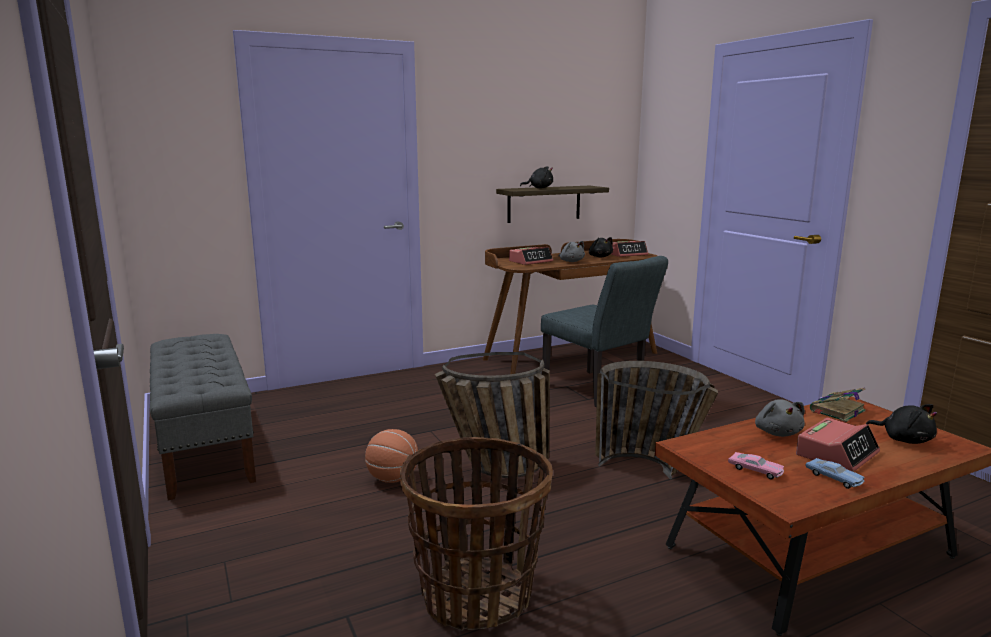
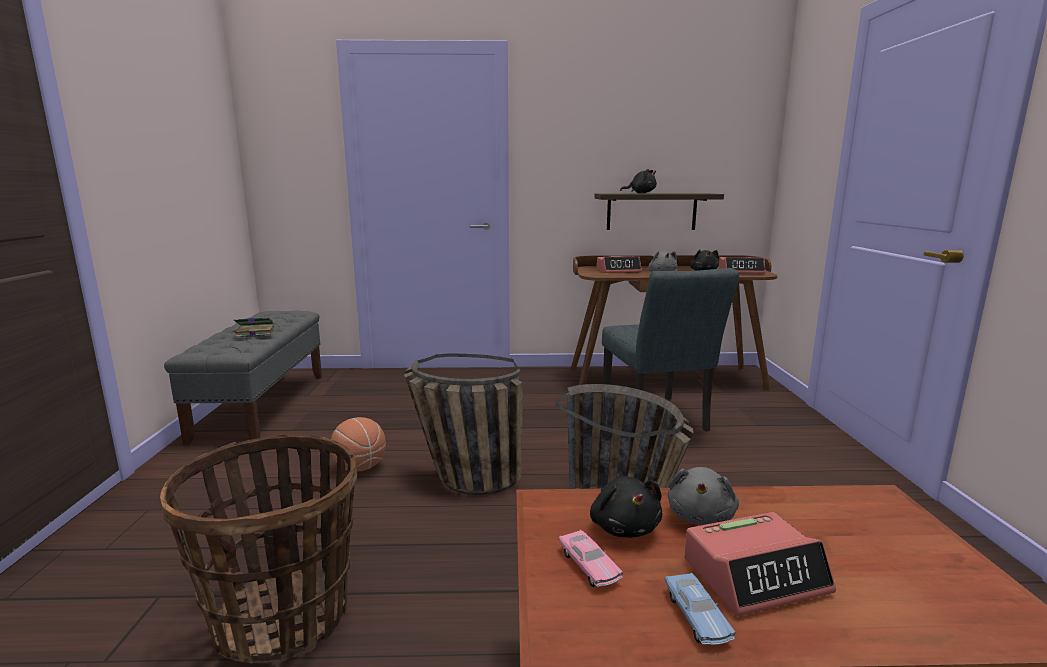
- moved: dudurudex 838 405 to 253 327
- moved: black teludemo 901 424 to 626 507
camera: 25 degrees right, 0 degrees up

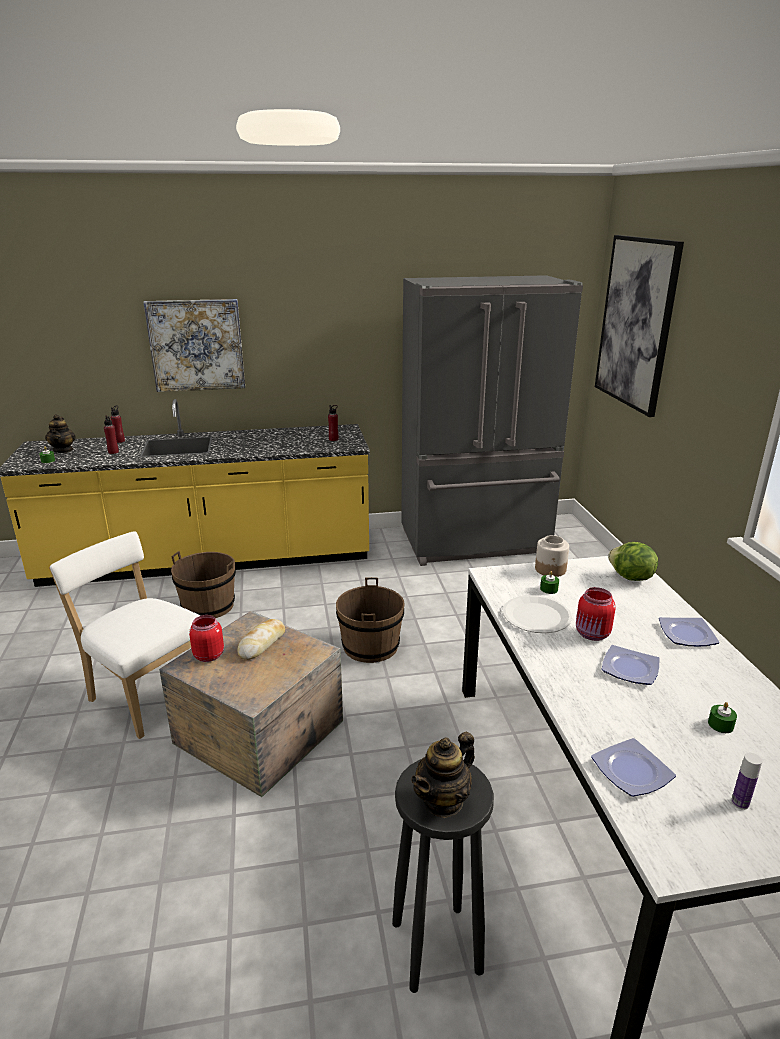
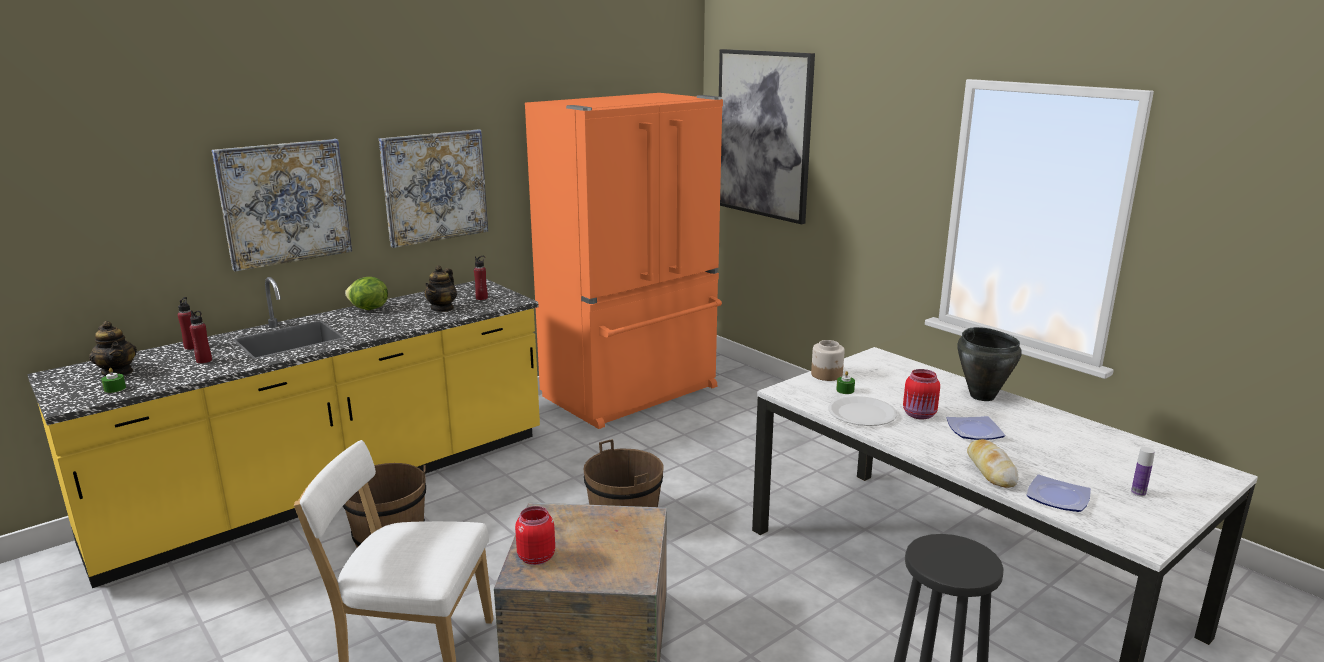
- removed: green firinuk 722 717
- added: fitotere 433 188
- moved: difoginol 261 639 to 992 463
- moved: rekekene 443 775 to 441 288
- moved: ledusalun 633 561 to 366 293
- replaced: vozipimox 689 631 to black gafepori 989 364
- recoloured: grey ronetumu 492 420 to orange ronetumu 624 261
camera: 30 degrees left, 5 degrees down

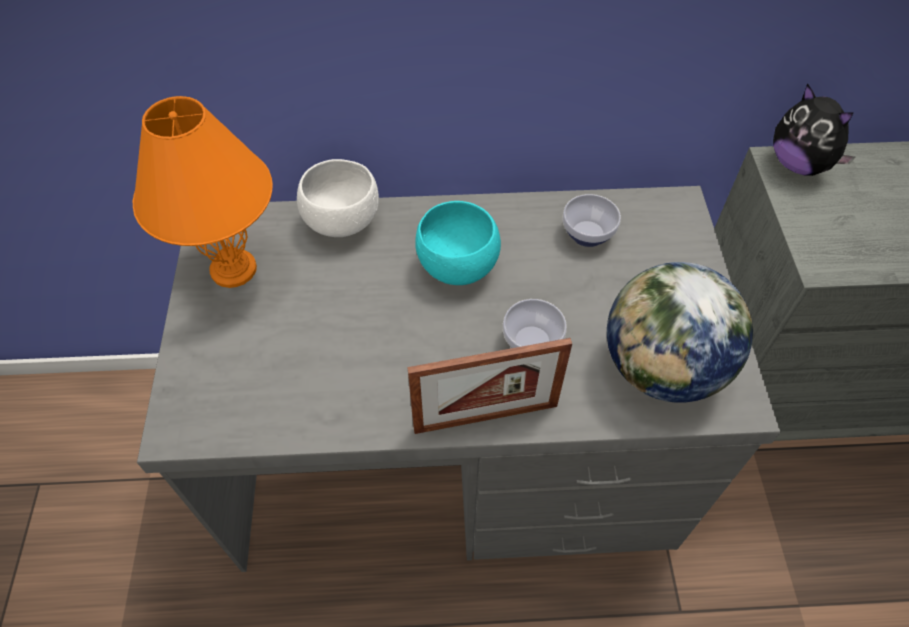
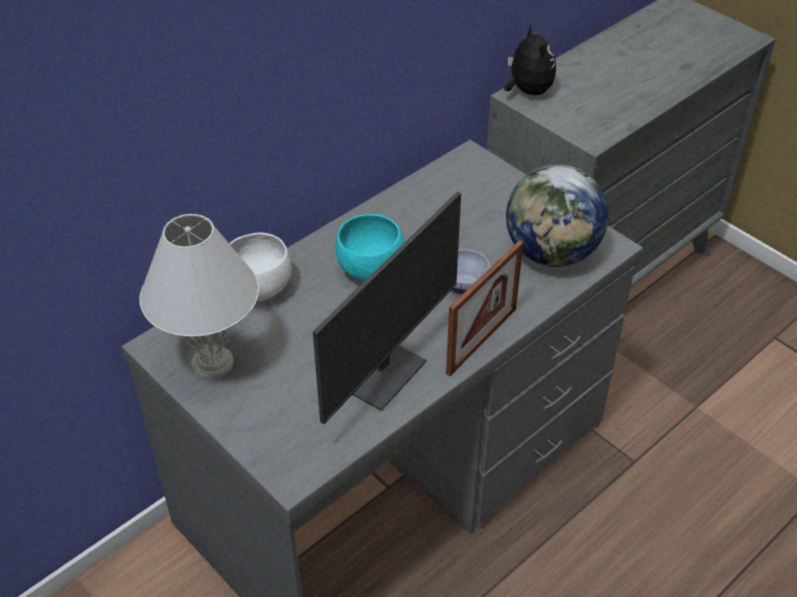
- removed: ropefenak 591 220
- added: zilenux 387 308
- recoloured: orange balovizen 203 192 to white balovizen 199 297
- turned: teludemo 814 129 = 530 59 120 degrees counterclockwise
camera: 40 degrees left, 10 degrees down

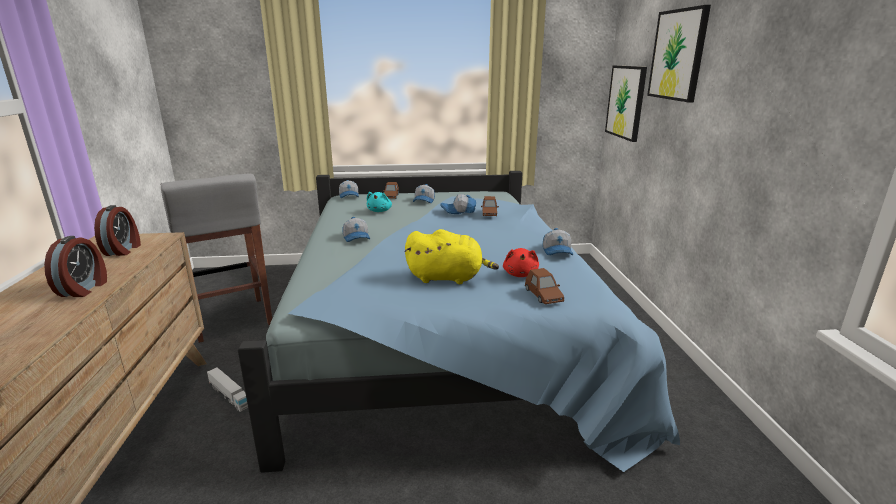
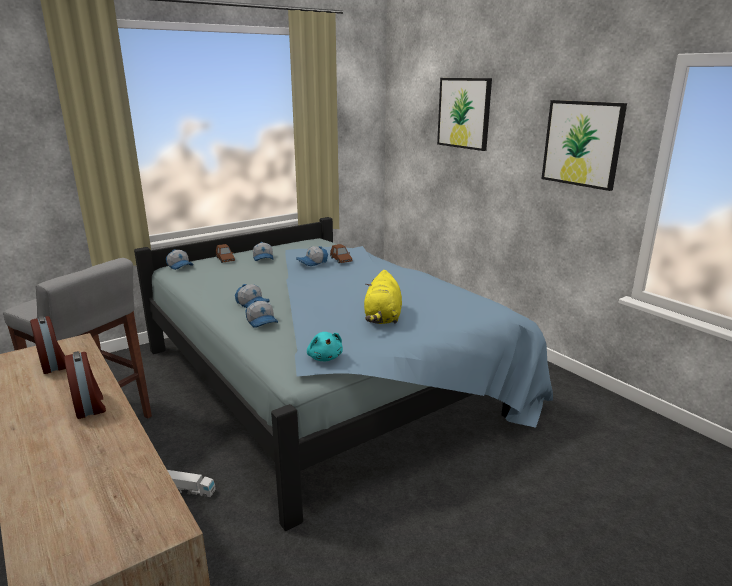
- removed: red teludemo 521 262
- removed: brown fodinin 544 286
- moved: turquoise teludemo 379 202 to 325 346
- moved: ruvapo 558 241 to 261 314
- moved: fitotere 626 103 to 584 145
- turned: yellow teludemo 452 256 = 383 297 120 degrees clockwise
camera: 30 degrees left, 0 degrees up

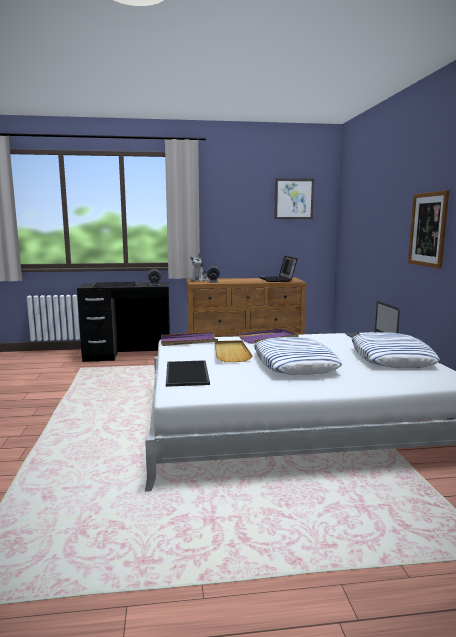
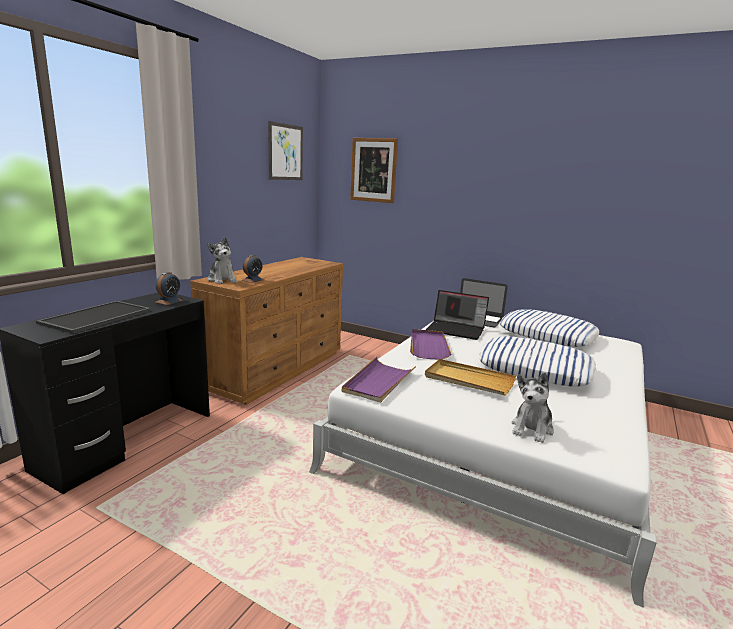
- moved: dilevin 278 269 to 457 315
- moved: fitotere 428 229 to 374 170
- replaced: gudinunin 188 373 to teludemo 533 408
camera: 55 degrees left, 5 degrees up

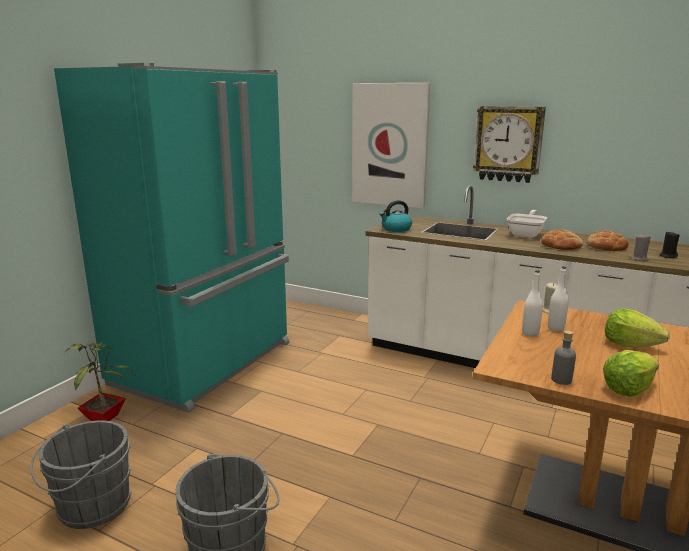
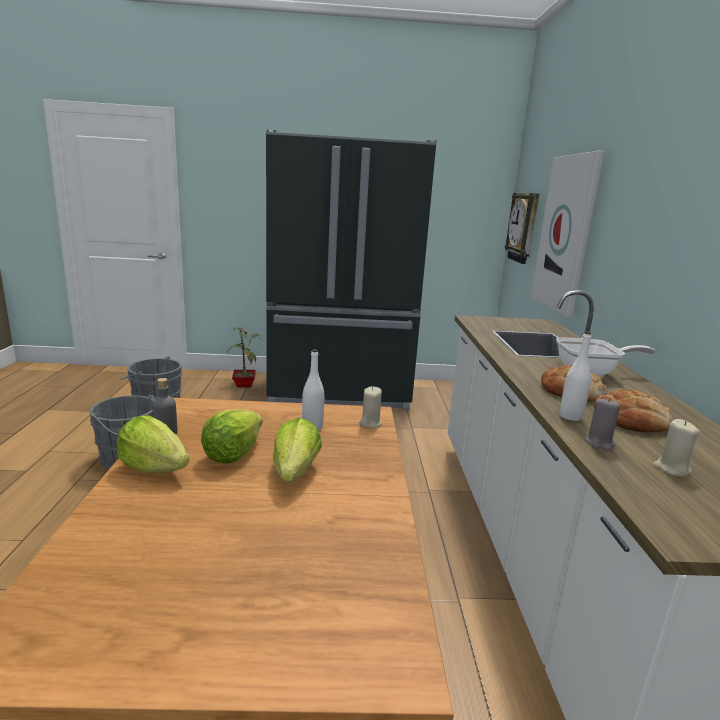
- removed: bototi 396 216
- added: ledusalun 232 436
- moved: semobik 509 144 to 522 228
- moved: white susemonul 532 303 to 576 376
- recoloured: turquoise ronetumu 171 238 to black ronetumu 351 270
- recoloured: black firinuk 670 245 to beige firinuk 676 448
camera: 60 degrees right, 0 degrees up

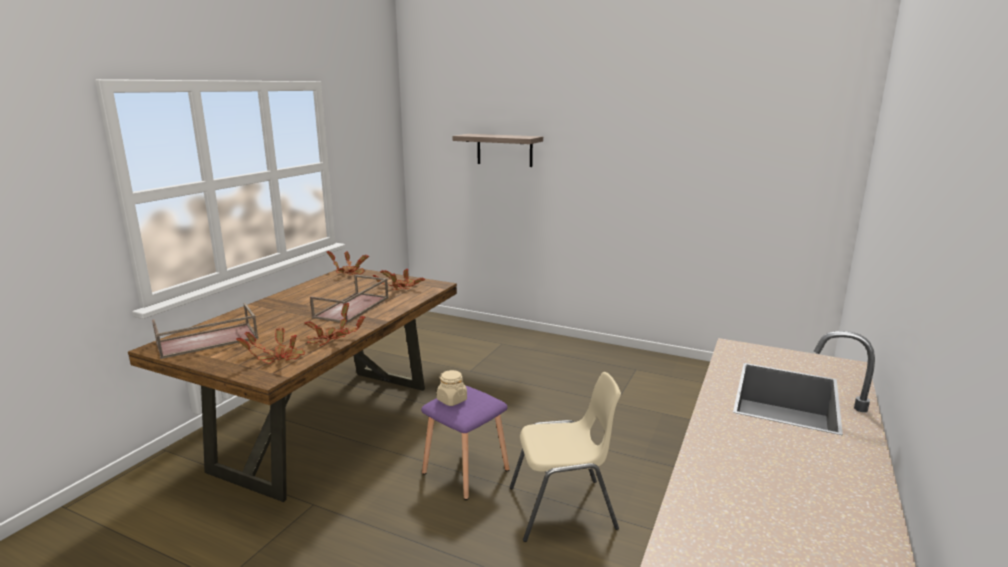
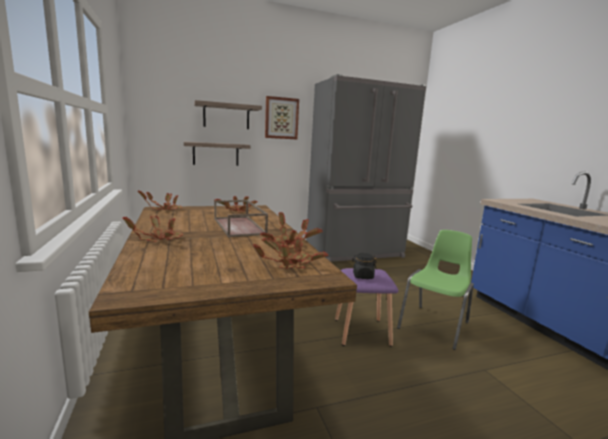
- removed: brown gudinunin 205 331
- added: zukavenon 153 228
- added: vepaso 217 154
- added: fitotere 282 118
- added: grey ronetumu 366 168
- recoloured: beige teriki 452 388 to black teriki 364 266
- recoloured: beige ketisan 565 457 to green ketisan 435 290
camera: 45 degrees left, 5 degrees down

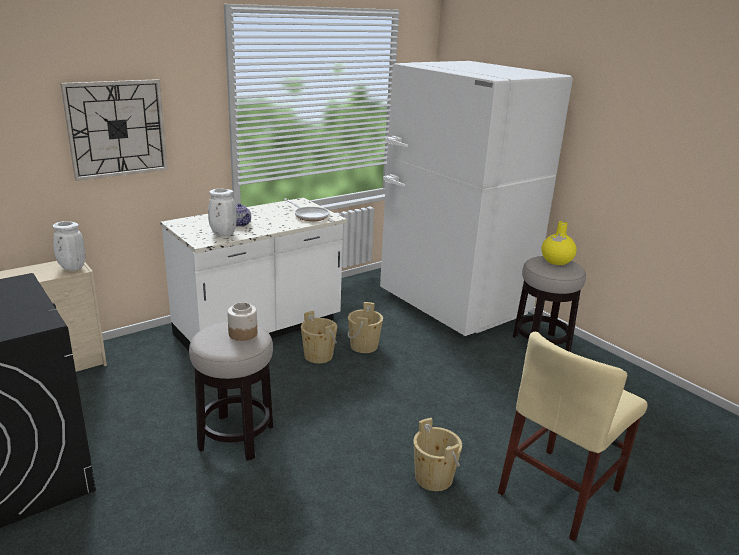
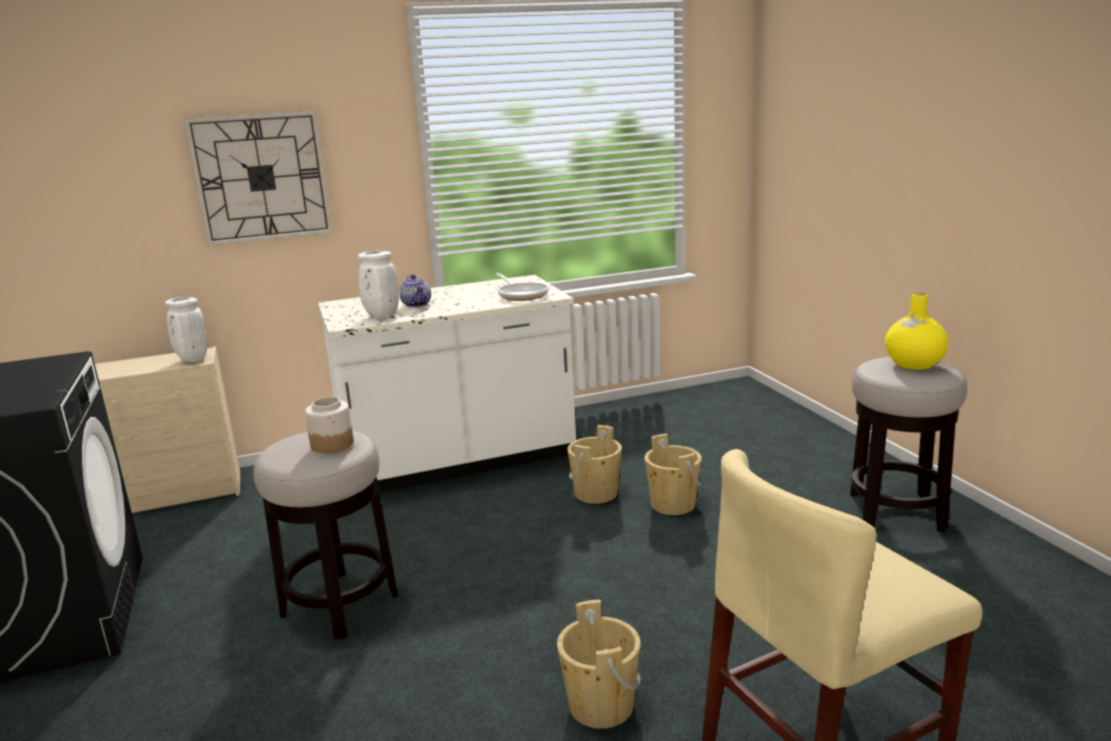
- removed: white ronetumu 476 198
- moved: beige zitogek 319 337 to 673 474
camera: 20 degrees right, 5 degrees down

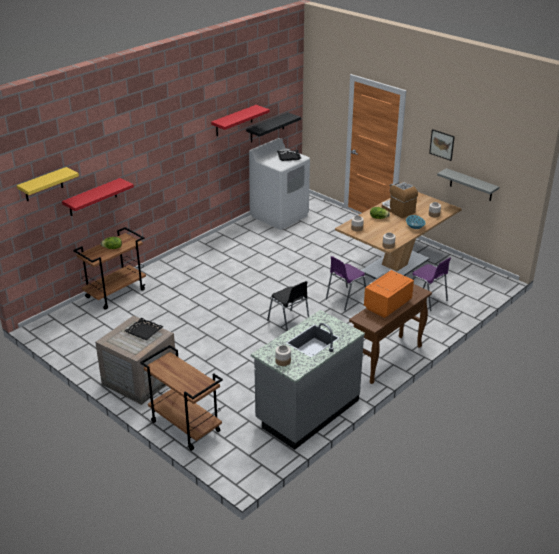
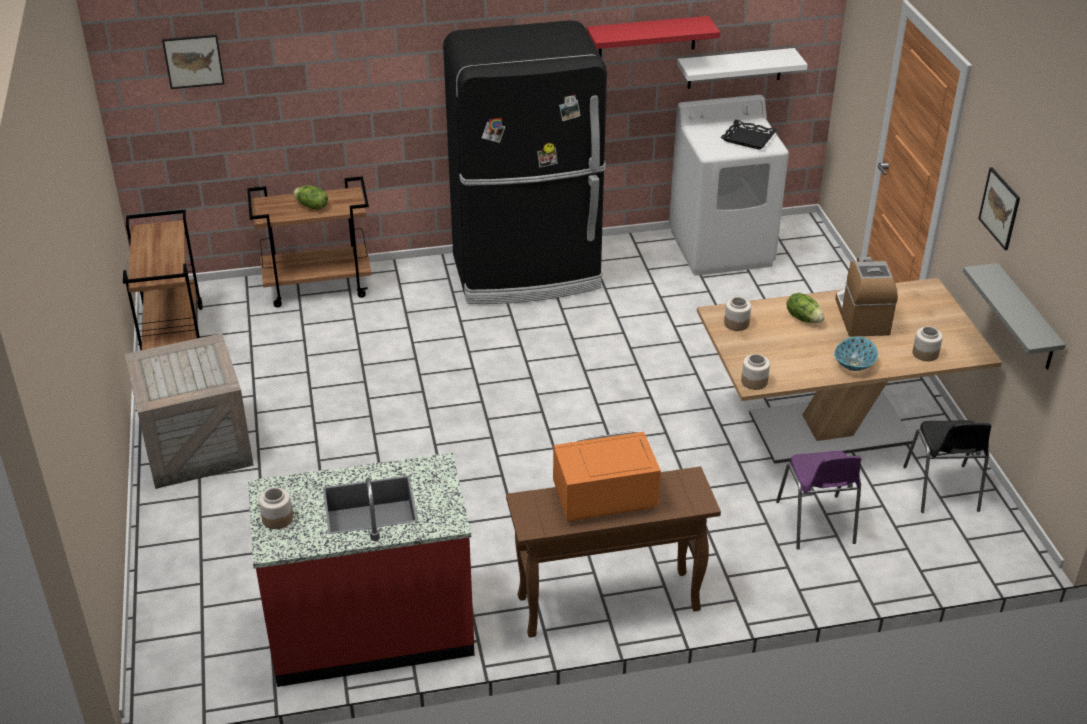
- removed: red vepaso 98 197
- removed: black gudinunin 144 329
- removed: purple ketisan 346 283
- added: black ronetumu 525 162
- moved: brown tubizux 181 398 to 163 279
- moved: black ketisan 288 306 to 947 466
- replaced: yellow vepaso 48 184 to fitotere 193 61
- recoloured: black vepaso 273 127 to white vepaso 742 68
- recoloured: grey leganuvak 308 380 to red leganuvak 361 570
camera: 35 degrees right, 5 degrees up

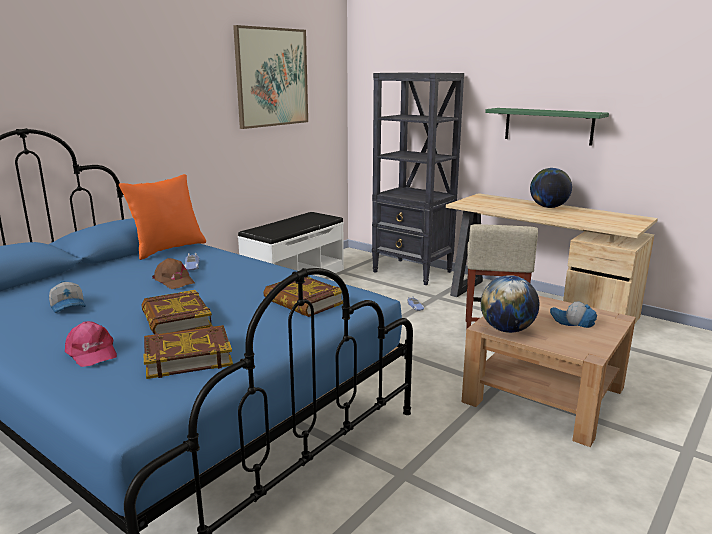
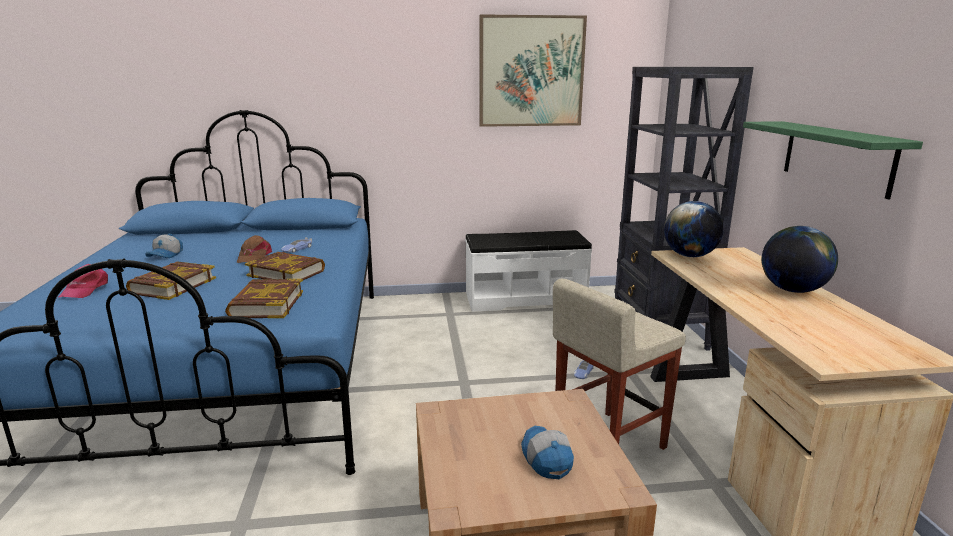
- removed: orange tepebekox 162 217
- moved: dudurudex 188 352 to 285 267
- moved: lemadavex 510 304 to 694 229
camera: 45 degrees right, 0 degrees up

